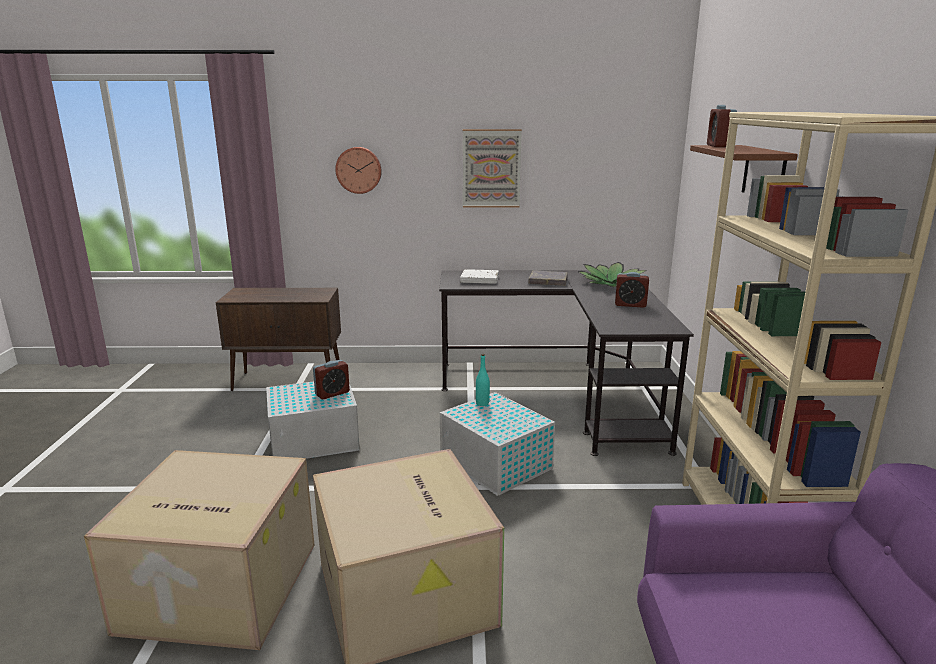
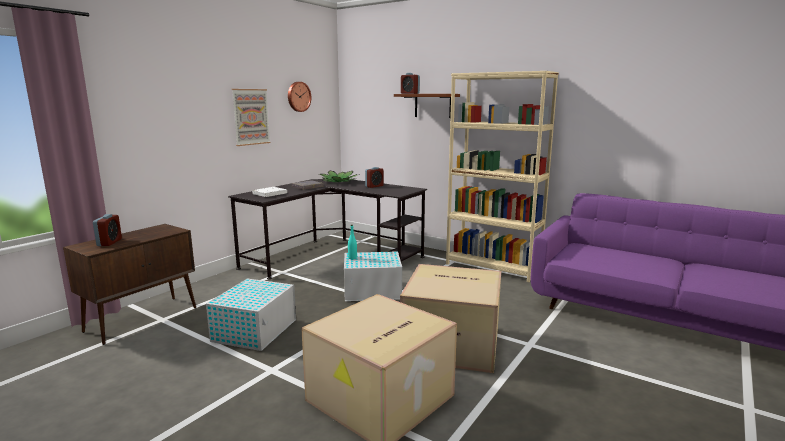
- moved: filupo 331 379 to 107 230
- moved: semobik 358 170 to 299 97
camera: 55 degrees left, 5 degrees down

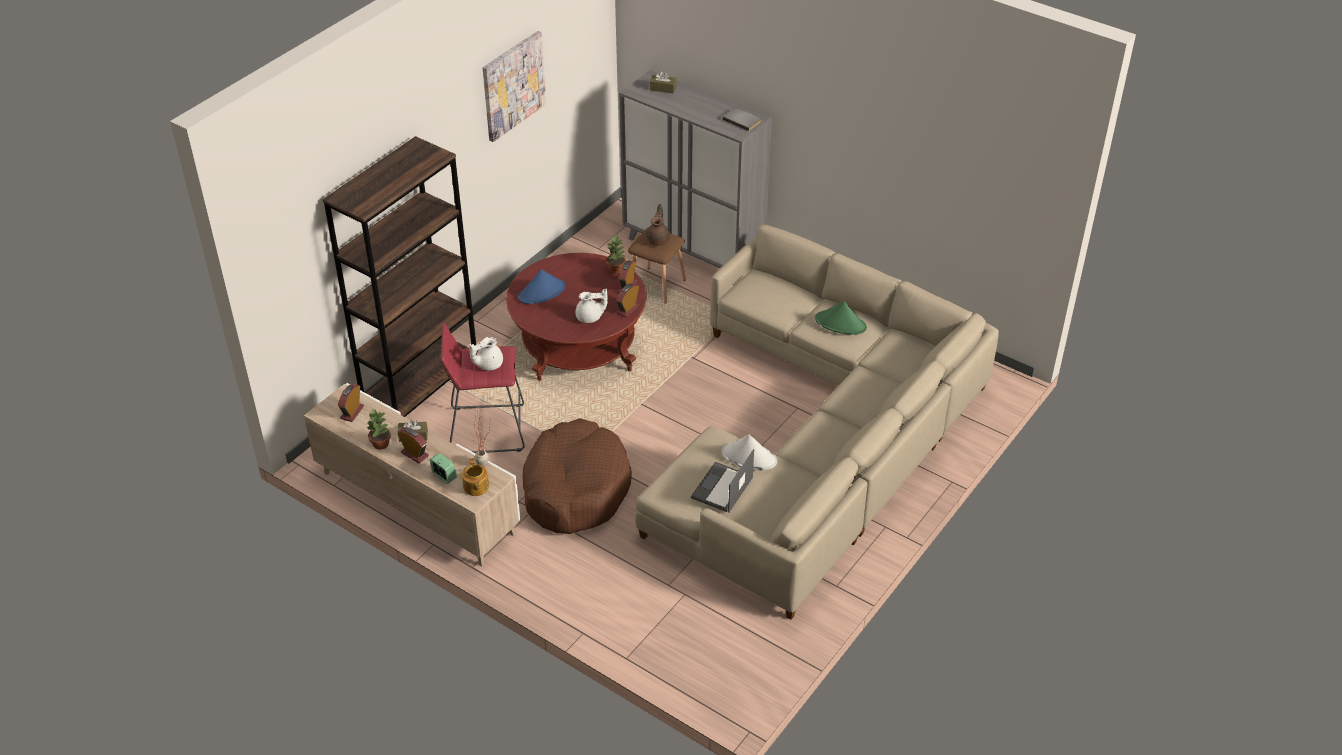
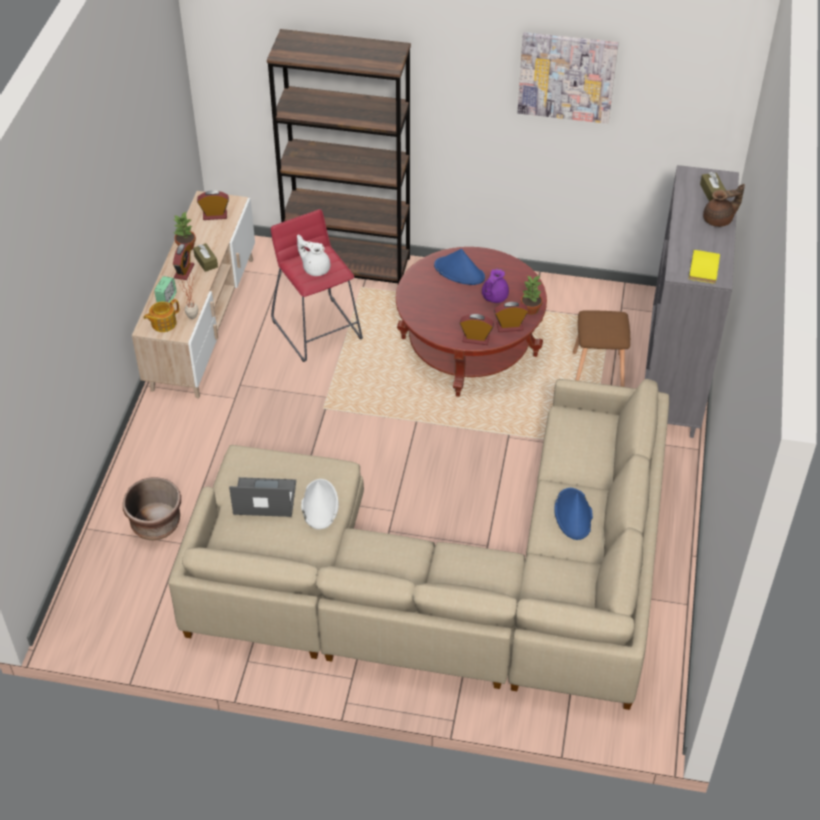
- removed: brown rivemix 577 476
- removed: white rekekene 592 305
- added: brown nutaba 152 509
- added: purple rekekene 495 286
- moved: brown rekekene 658 225 to 724 205
- recoloured: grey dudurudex 742 119 to yellow dudurudex 704 267
- recoloured: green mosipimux 841 318 to blue mosipimux 573 514
camera: 65 degrees right, 5 degrees up

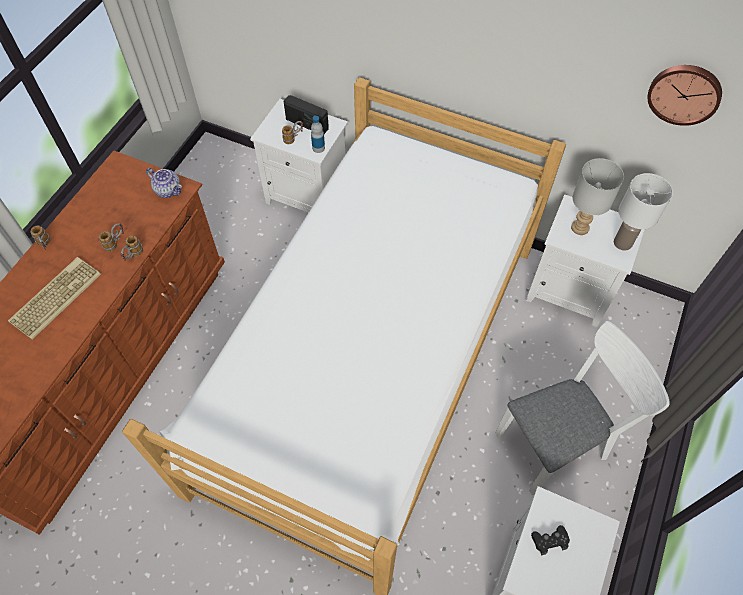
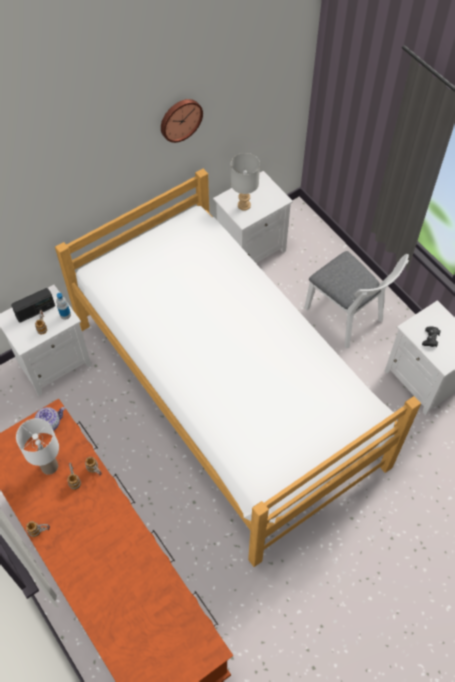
- removed: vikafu 54 298
- moved: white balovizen 643 212 to 37 446
- moved: semobik 685 95 to 182 121
- turned: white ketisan 582 408 = 356 299 135 degrees clockwise
camera: 60 degrees left, 0 degrees up

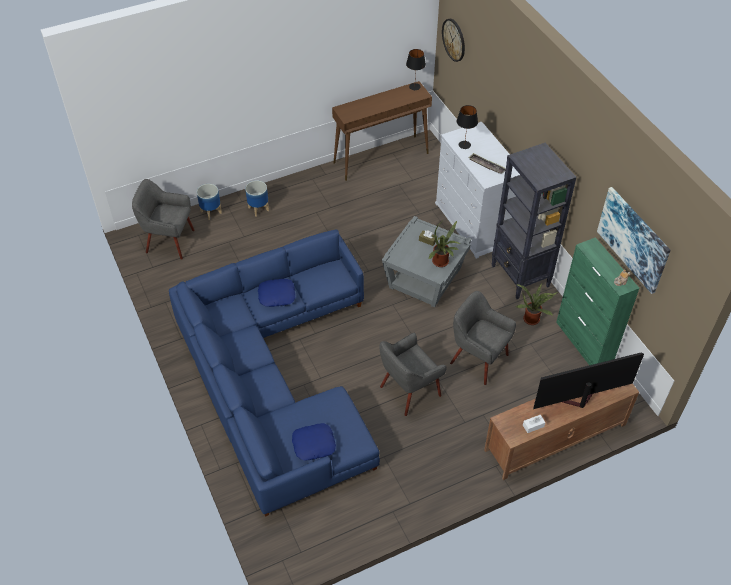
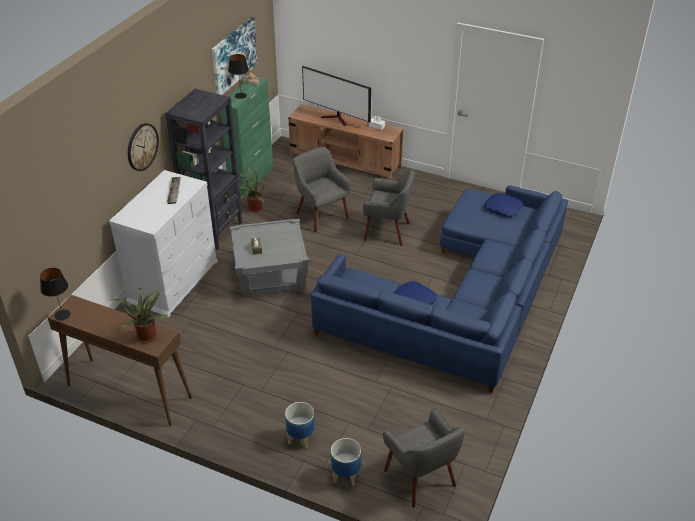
- moved: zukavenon 444 244 to 140 315
- moved: semobik 453 40 to 143 147
- moved: black balovizen 467 127 to 238 76
- turned: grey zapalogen 483 338 = 321 189 150 degrees clockwise
camera: 130 degrees left, 10 degrees down

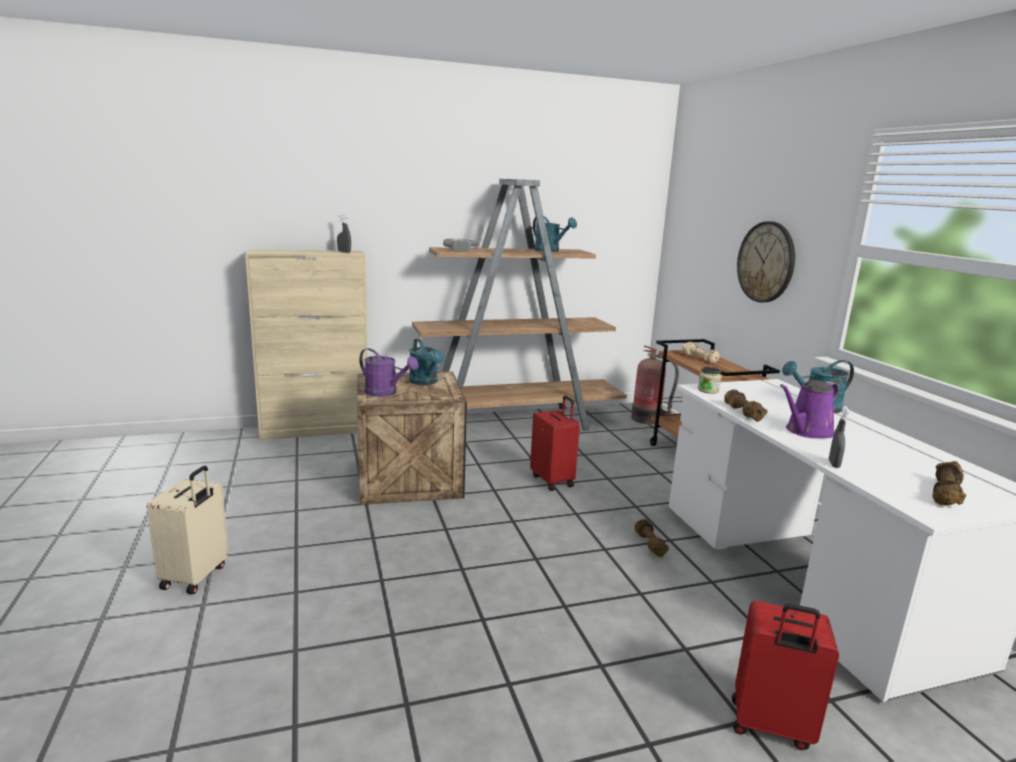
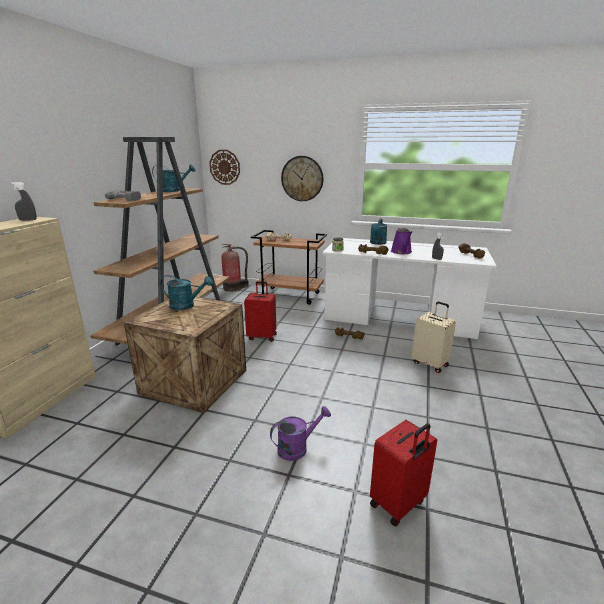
- added: semobik 224 167
- moved: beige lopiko 188 530 to 434 337
- moved: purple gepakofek 389 372 to 300 433
- moved: red lopiko 785 675 to 403 473
camera: 55 degrees left, 5 degrees up

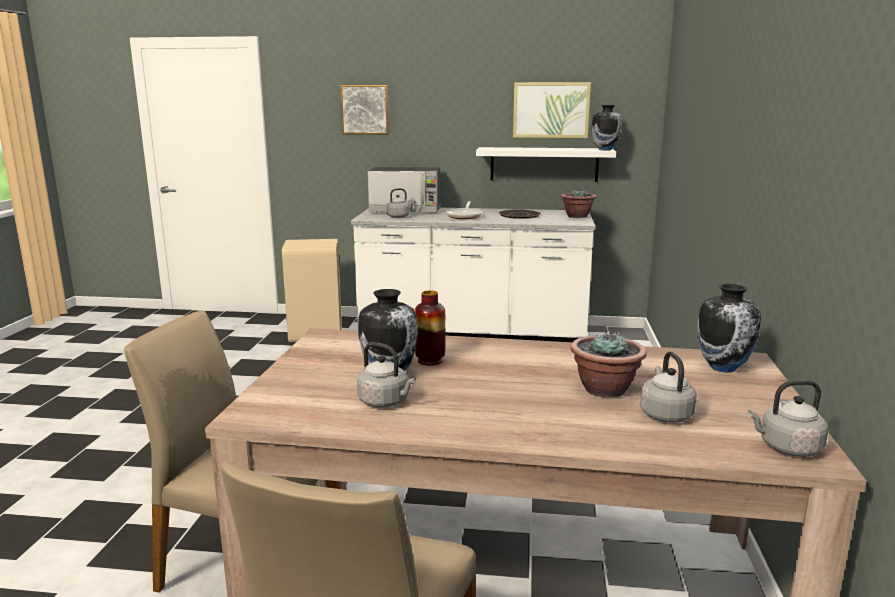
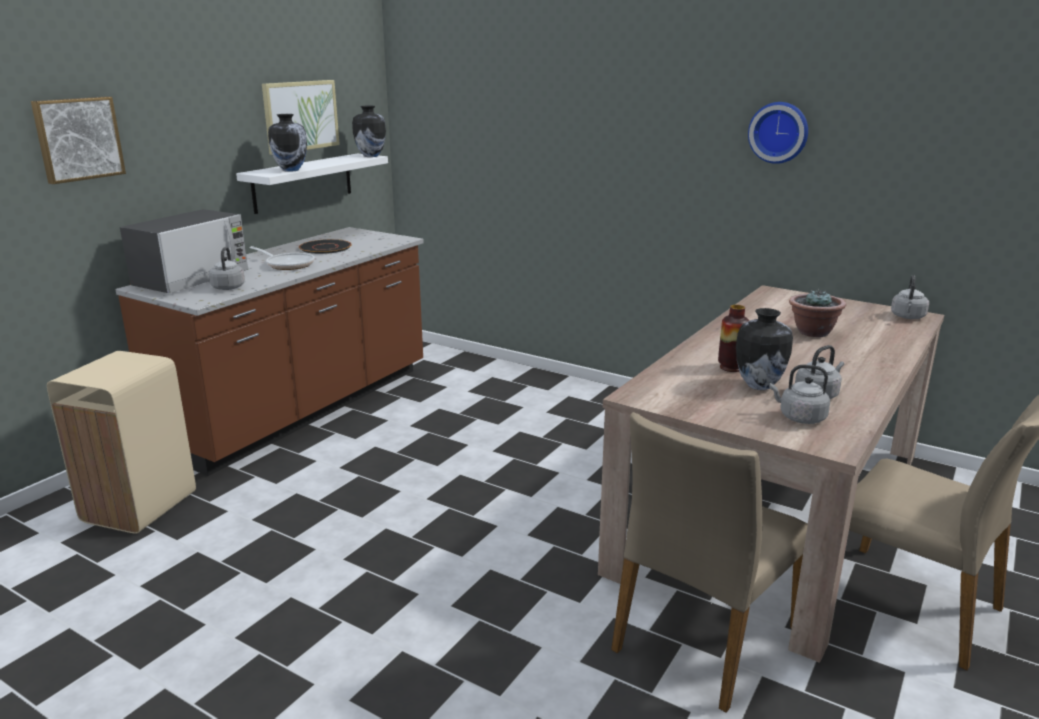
- removed: zukavenon 578 203
- added: semobik 778 133
- moved: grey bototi 668 387 to 800 394
- moved: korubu 729 328 to 287 143
- recoloured: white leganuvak 473 275 to brown leganuvak 269 351
camera: 65 degrees left, 5 degrees up

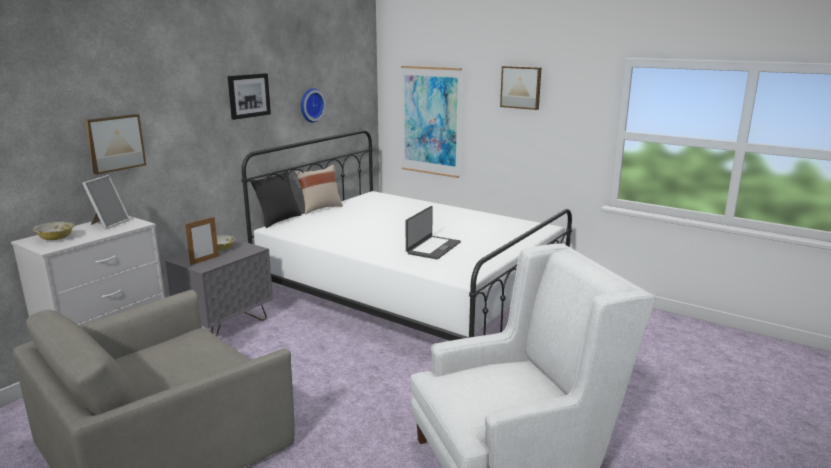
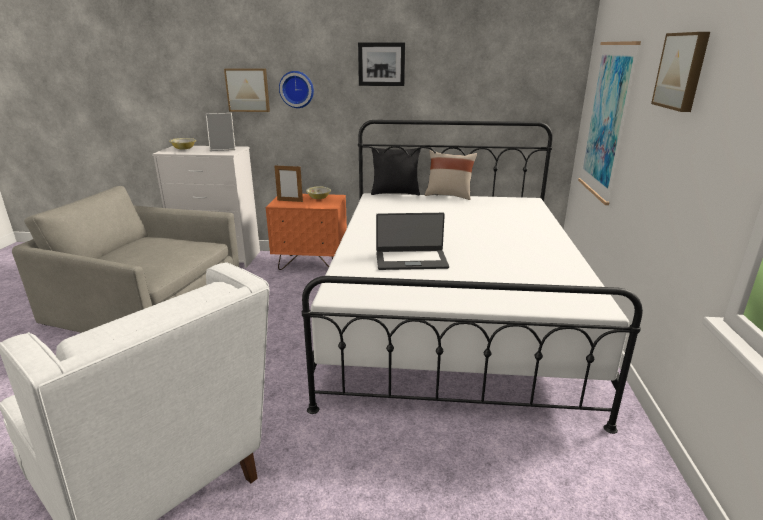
- moved: semobik 313 105 to 296 89
- recoloured: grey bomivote 219 287 to orange bomivote 306 232
camera: 60 degrees right, 5 degrees up

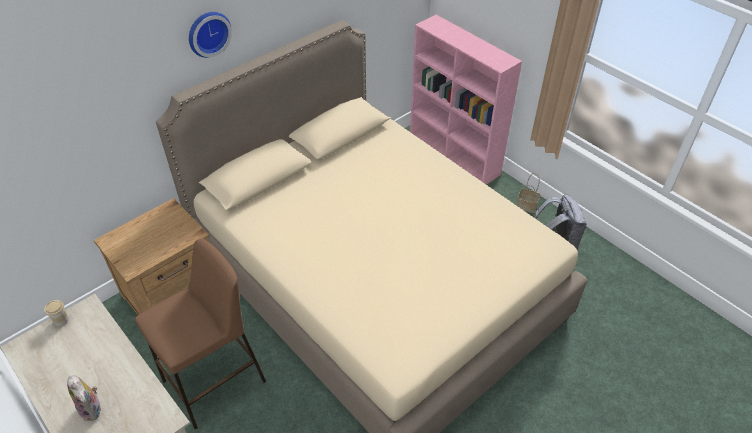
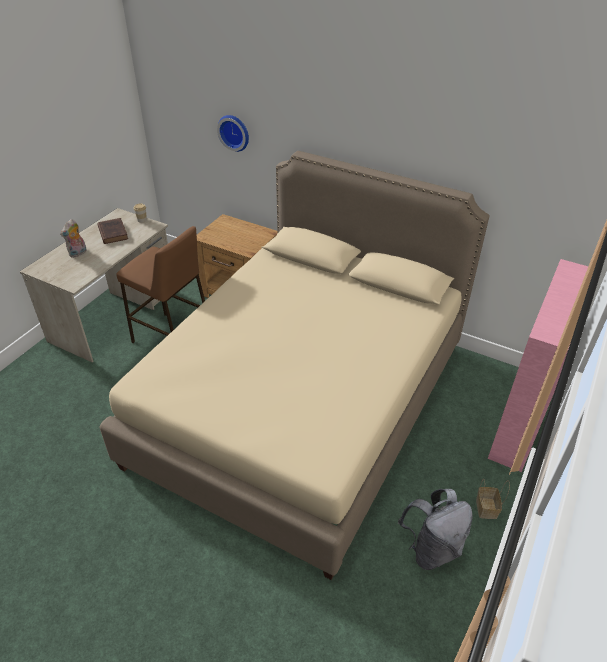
- added: brown dudurudex 112 231
- moved: semobik 210 35 to 233 133
camera: 70 degrees right, 5 degrees down

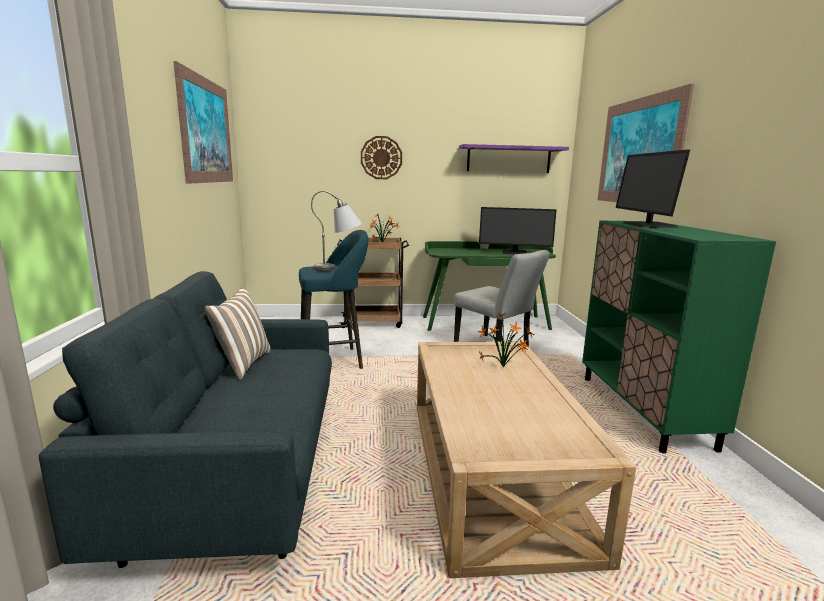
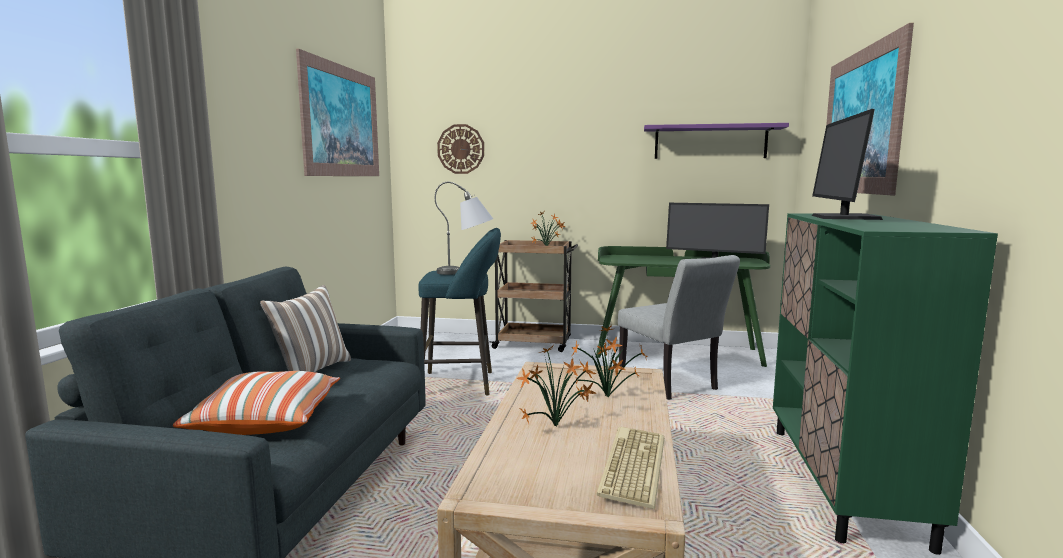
- added: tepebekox 256 403
- added: zukavenon 557 386
- added: vikafu 631 468
- moved: semobik 381 157 to 460 149
camera: 15 degrees right, 5 degrees down

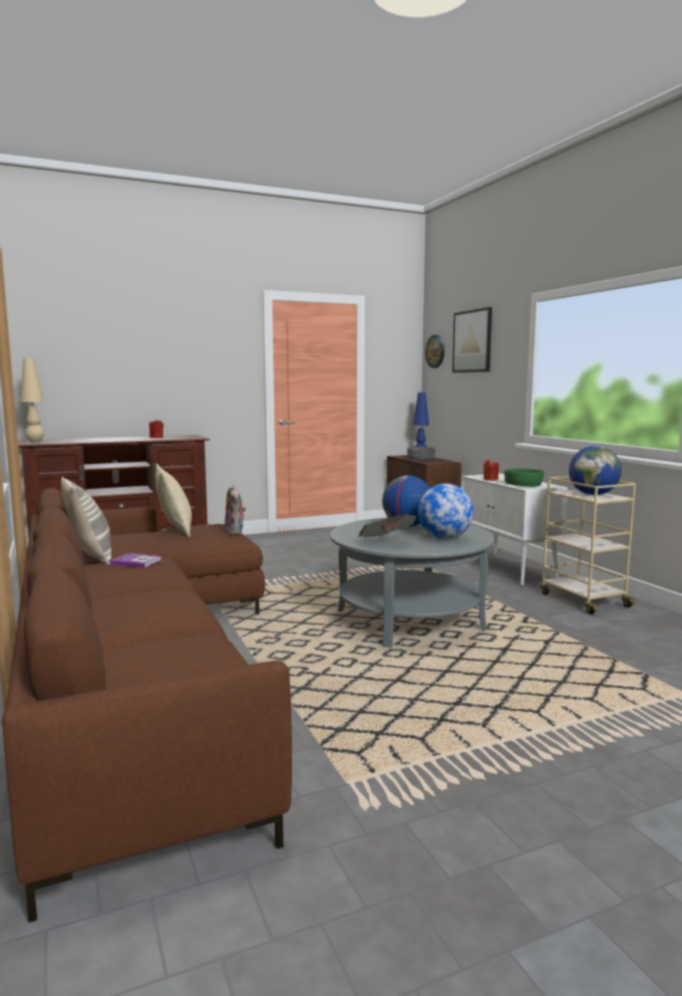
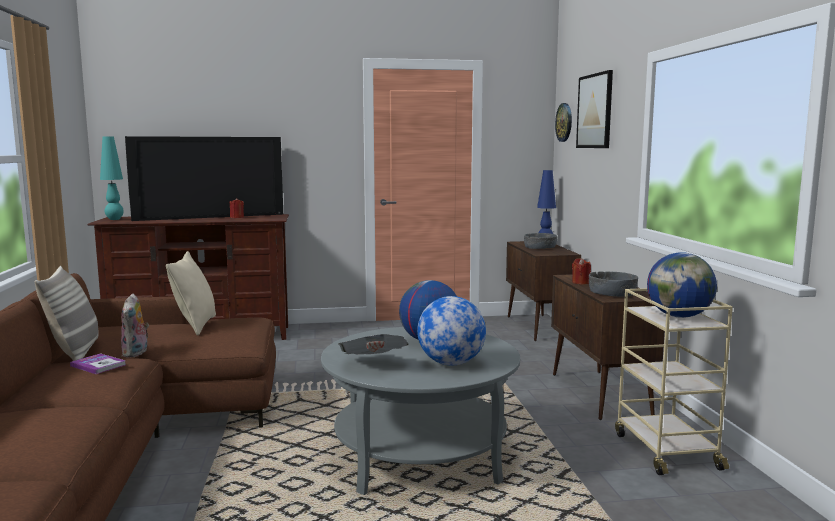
- added: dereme 204 178
- moved: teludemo 235 509 to 135 325
- recoloured: beige balovizen 32 400 to turquoise balovizen 112 178
- recoloured: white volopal 514 529 to brown volopal 608 347
- recoloured: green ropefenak 524 477 to grey ropefenak 613 284
camera: 15 degrees right, 0 degrees up

